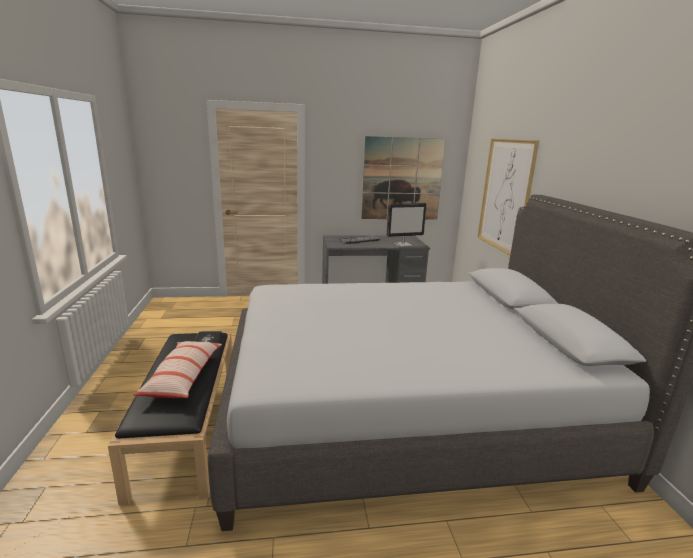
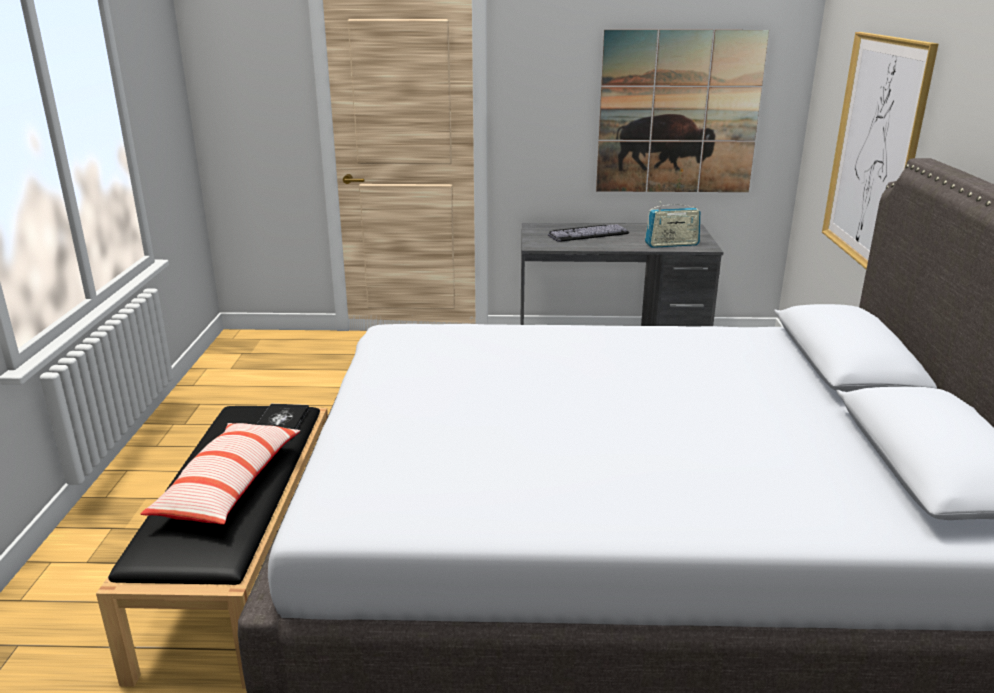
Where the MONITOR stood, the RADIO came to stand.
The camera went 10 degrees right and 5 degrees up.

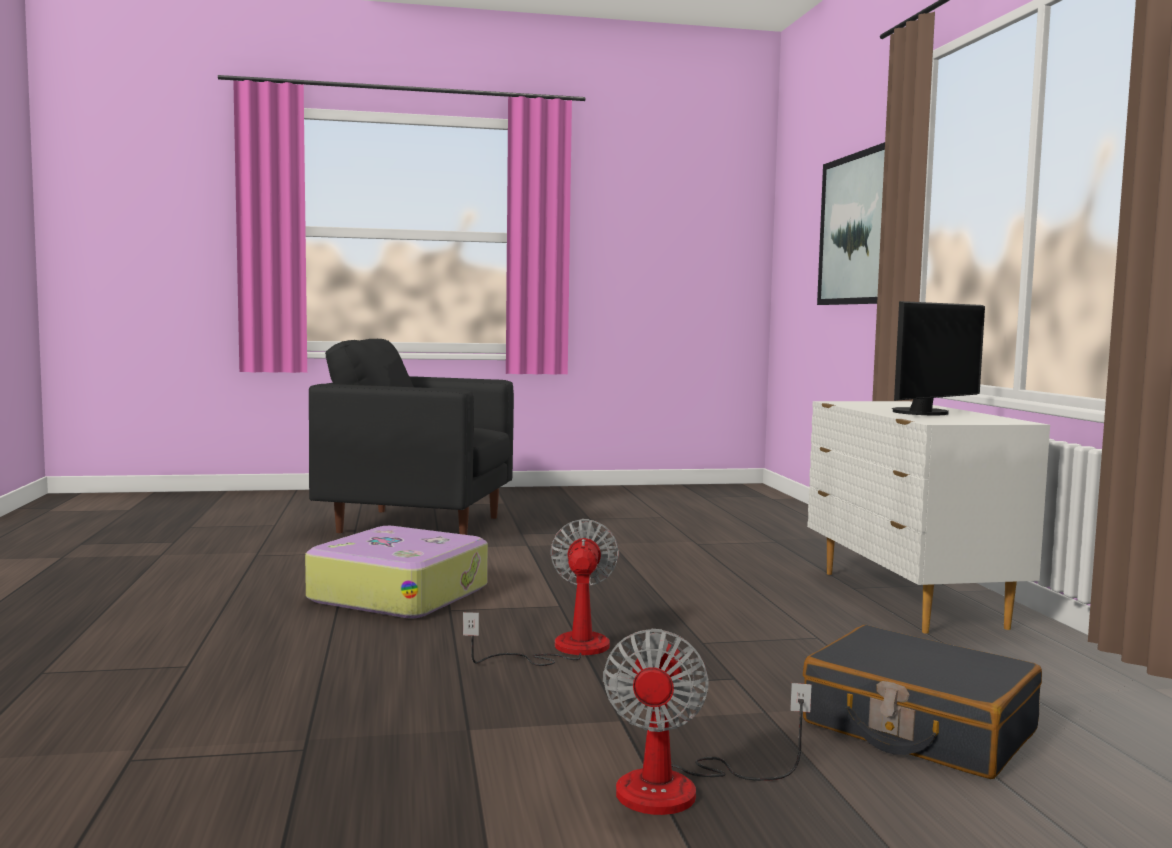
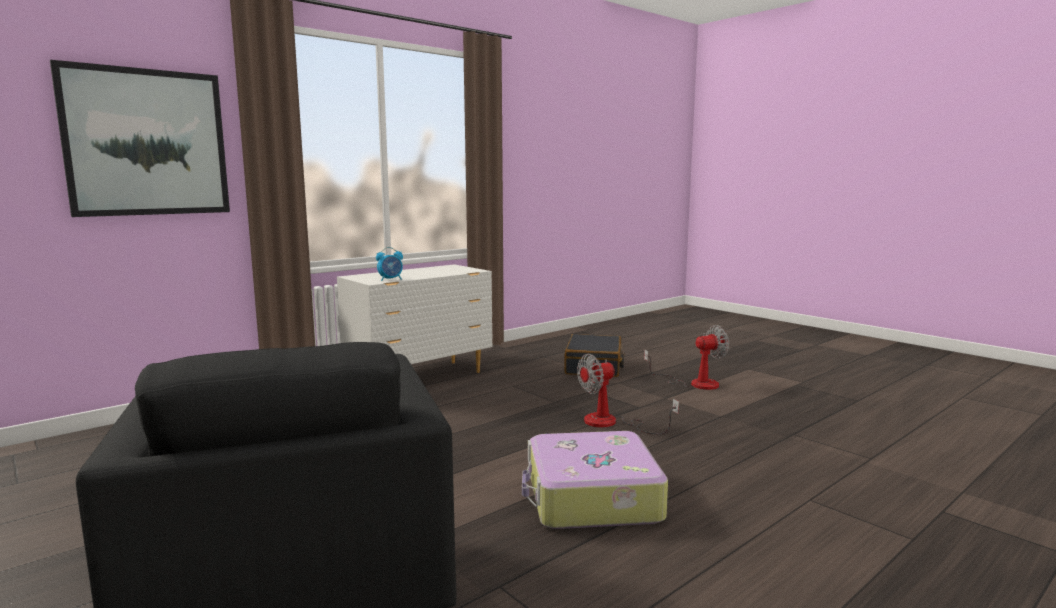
The second view lost the MONITOR.
The second view gained the ALARM CLOCK.
The camera went 120 degrees left and 5 degrees up.

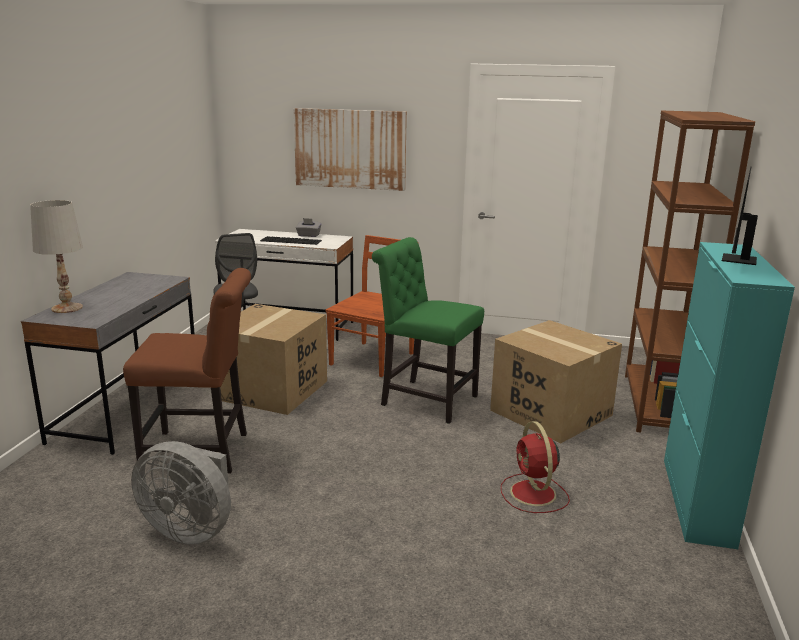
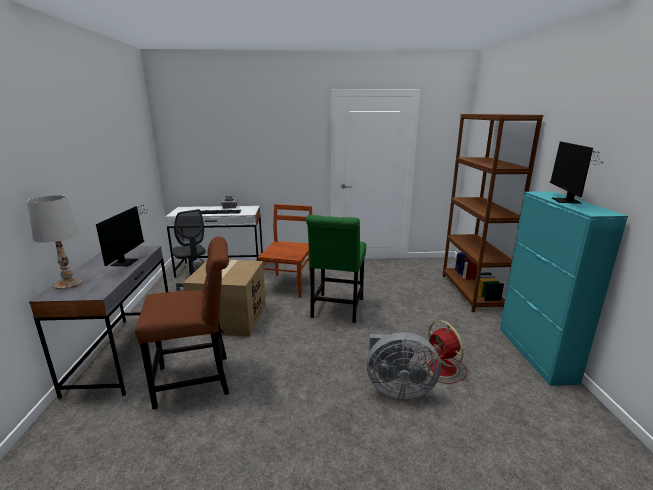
The second view lost the PICTURE.
The second view lost the CARDBOARD BOX (no. 2 from left).
The second view gained the MONITOR (no. 1 from left).
The GREY FAN ended up elsewhere.
The GREEN CHAIR ended up facing another way, 90 degrees counterclockwise from before.
The camera went 15 degrees left and 0 degrees up.

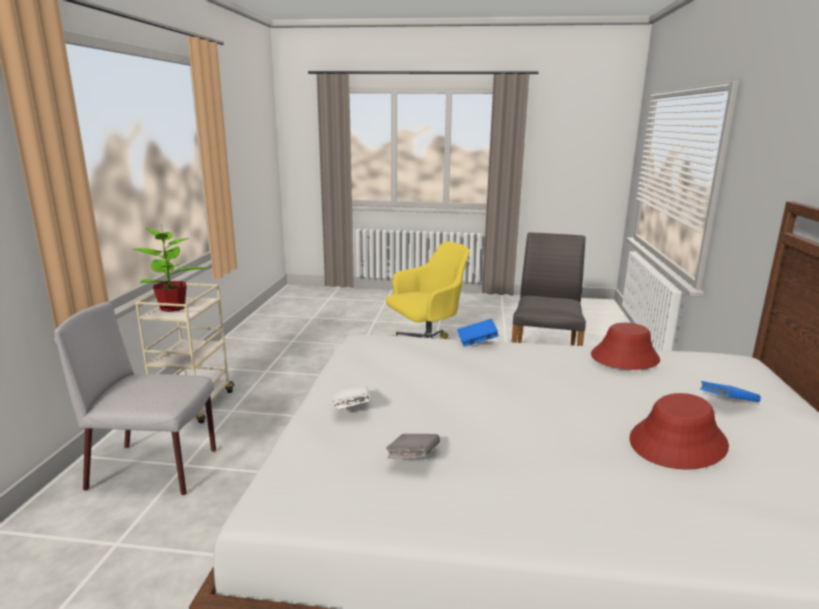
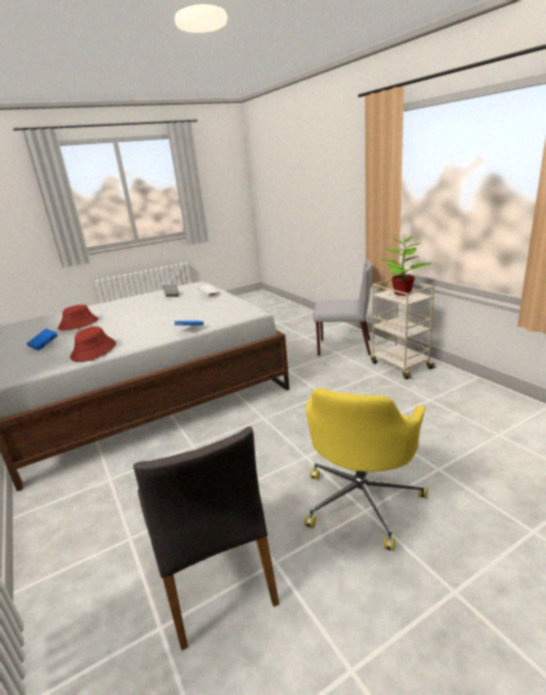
The GREY CHAIR (no. 1 from left in the first image) ended up facing another way, 45 degrees clockwise from before.
The camera went 145 degrees right and 5 degrees up.

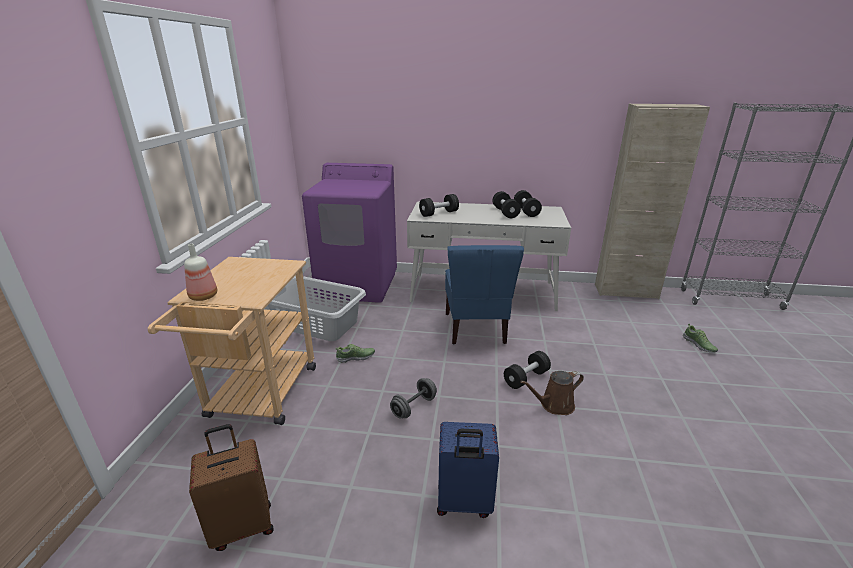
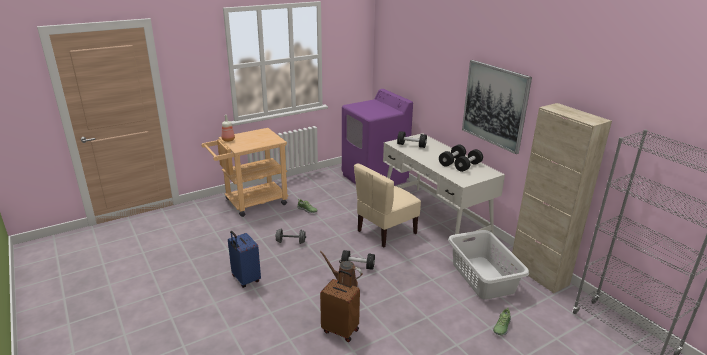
The second view gained the PICTURE.
The BROWN SUITCASE ended up elsewhere.
The GREY LAUNDRY BASKET ended up elsewhere.
What was the BLUE CHAIR turned into the BEIGE CHAIR.
The camera went 50 degrees right and 0 degrees up.

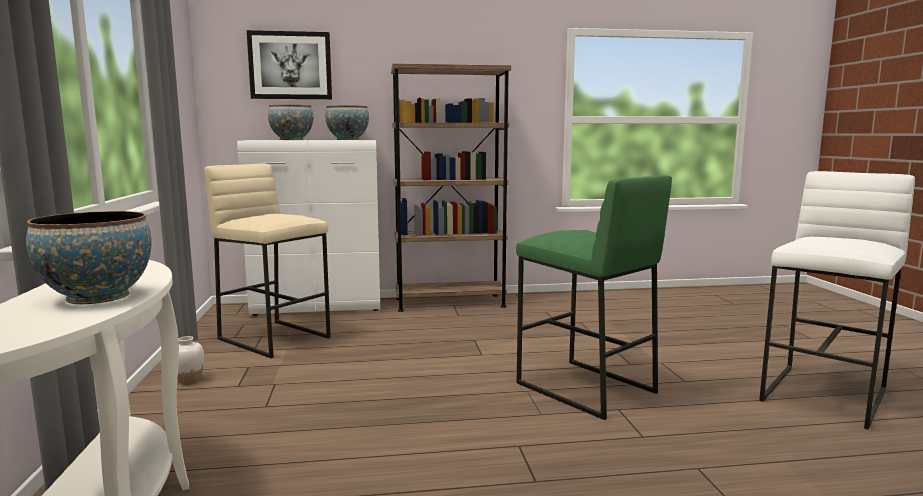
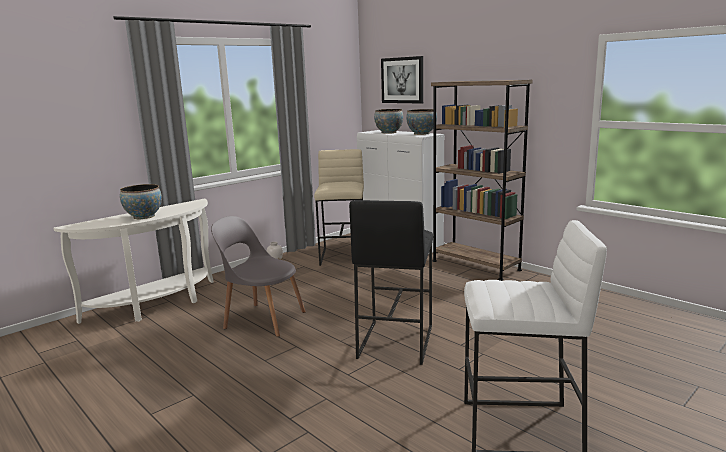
The second view gained the GREY CHAIR.
What was the GREEN STOOL turned into the BLACK STOOL.
The camera went 55 degrees right and 5 degrees up.

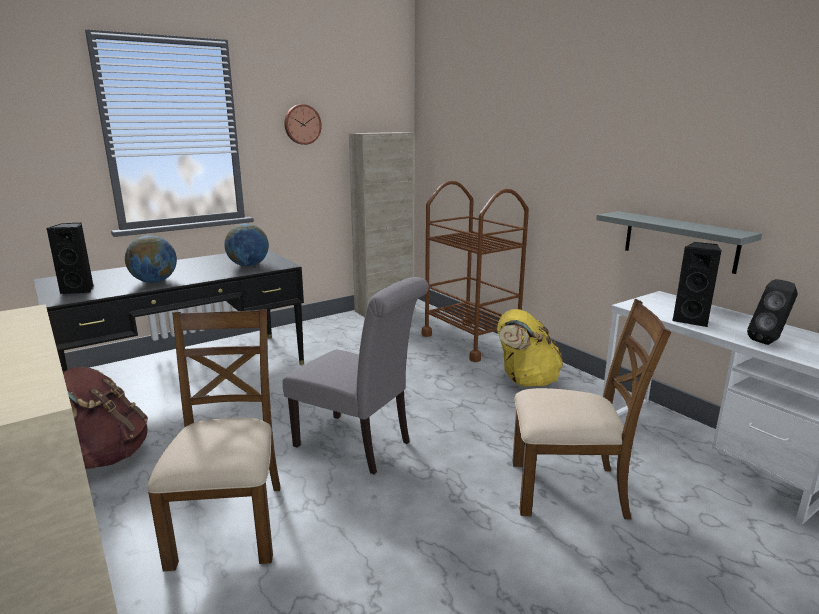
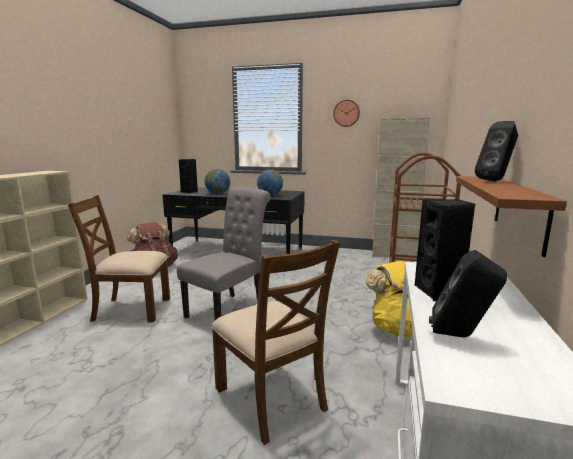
The second view gained the BLACK SPEAKER (no. 4 from left).
What was the GREY SHELF turned into the BROWN SHELF.
The BROWN CHAIR (no. 1 from left) ended up facing another way, 135 degrees counterclockwise from before.
The GREY CHAIR ended up facing another way, 135 degrees counterclockwise from before.
The camera went 50 degrees right and 5 degrees down.

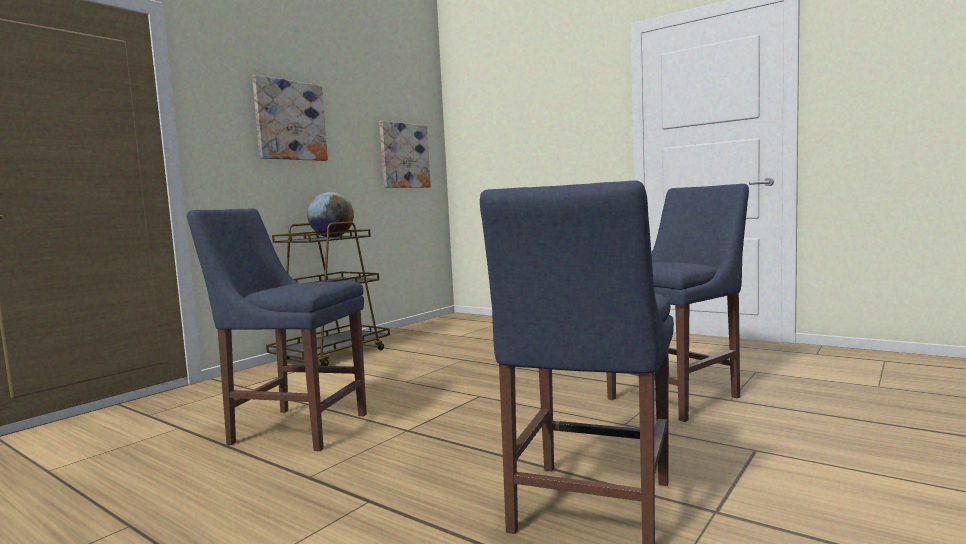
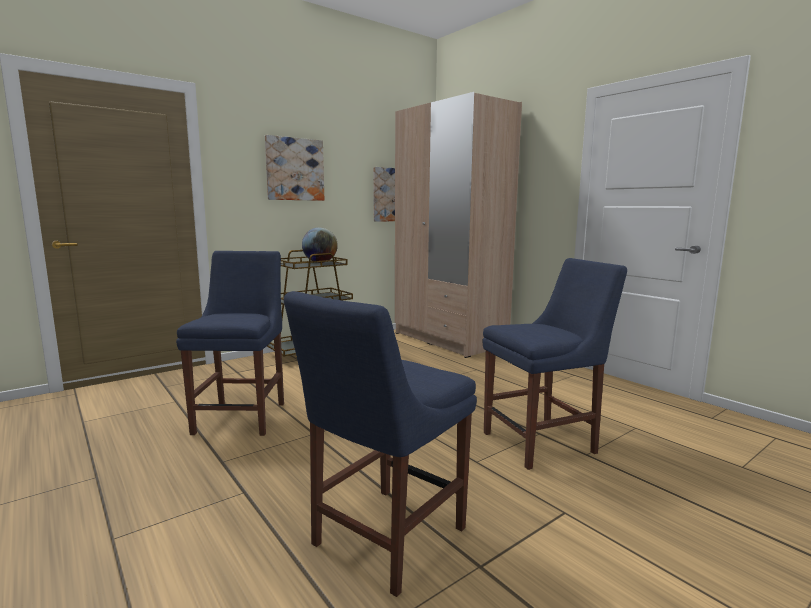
The second view gained the BEIGE WARDROBE.
The BLUE CHAIR (no. 1 from left) ended up facing another way, 60 degrees clockwise from before.
The camera went 15 degrees right and 5 degrees up.

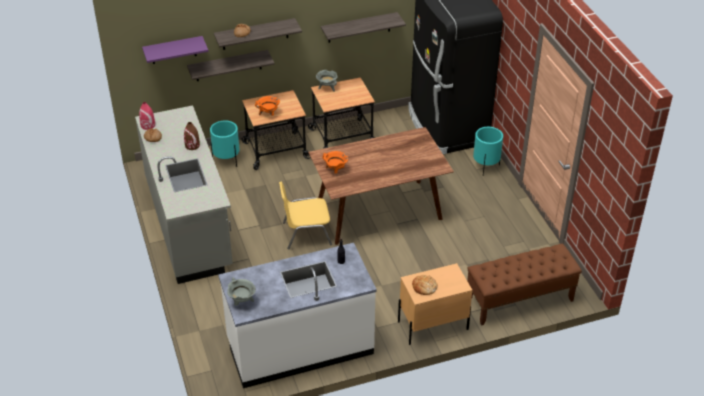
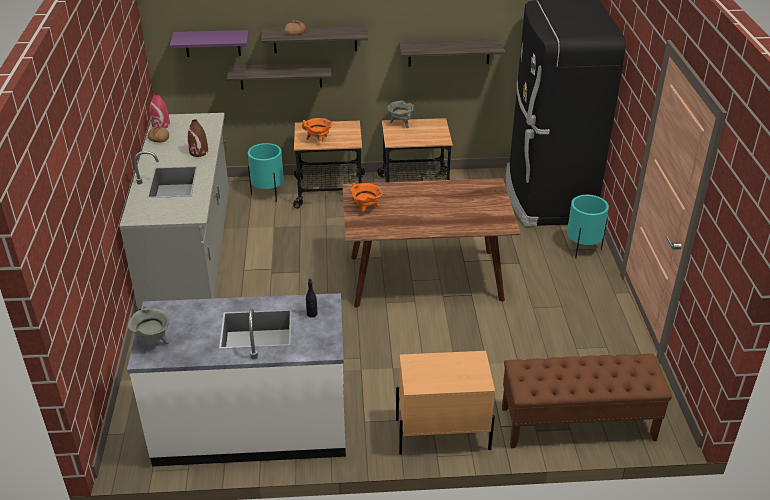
The second view lost the YELLOW CHAIR.
The second view lost the BREAD (no. 3 from left).
The camera went 15 degrees right and 5 degrees down.

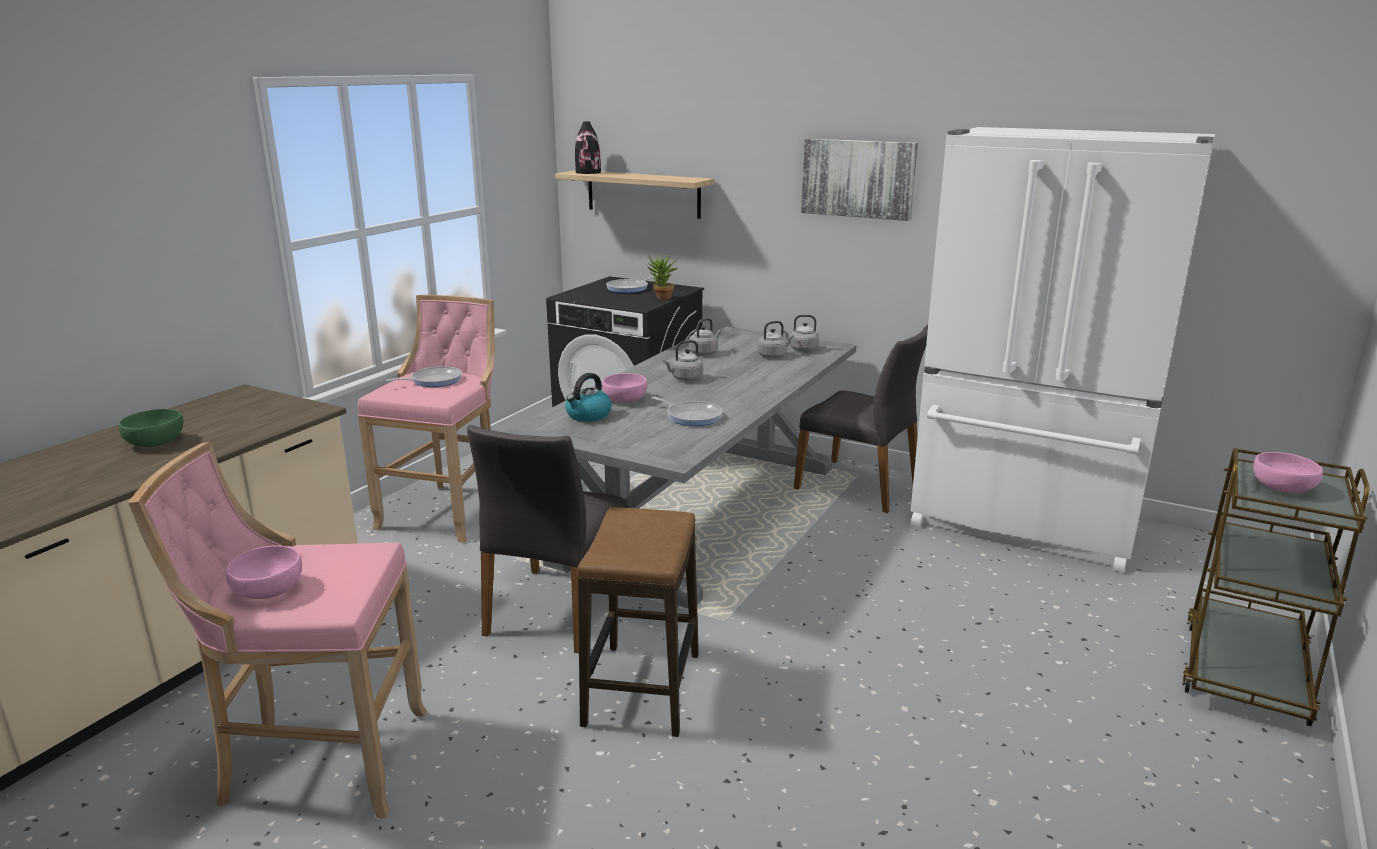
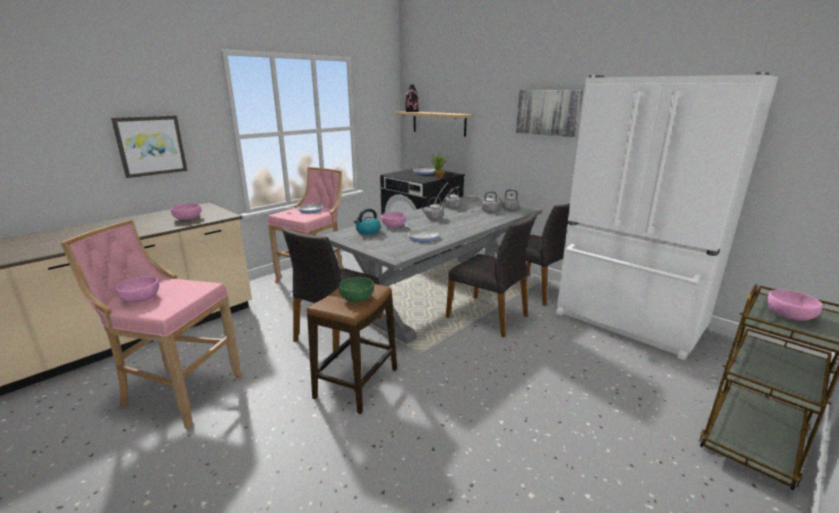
The second view gained the PICTURE (no. 1 from left).
The second view gained the PINK BOWL (no. 2 from left).
The second view gained the GREY CHAIR (no. 2 from left).
The GREEN BOWL ended up elsewhere.
The camera went 15 degrees right and 0 degrees up.

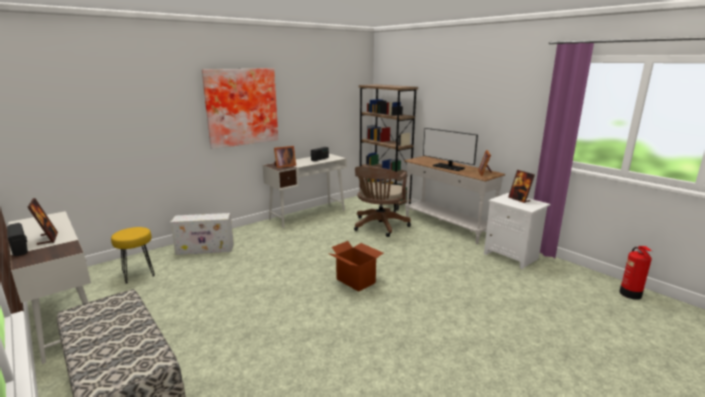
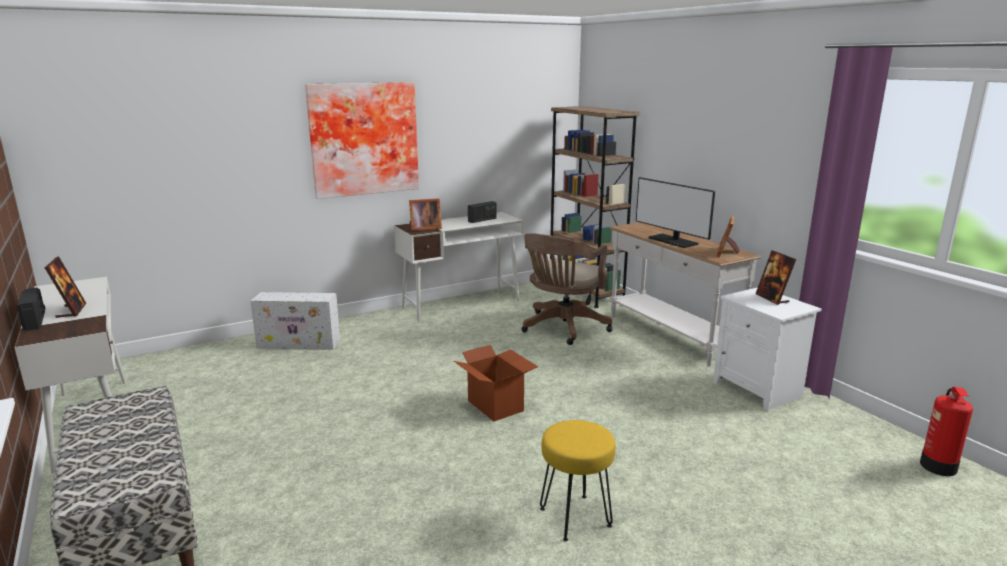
The YELLOW STOOL ended up elsewhere.
The camera went 10 degrees right and 0 degrees up.

